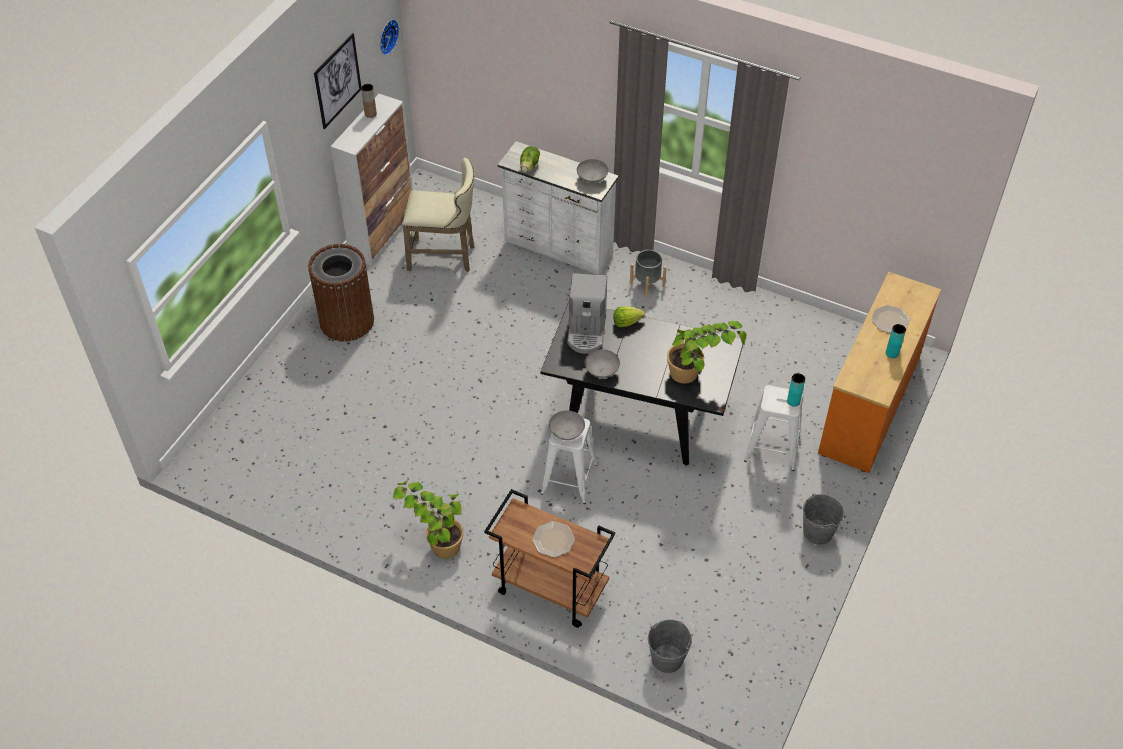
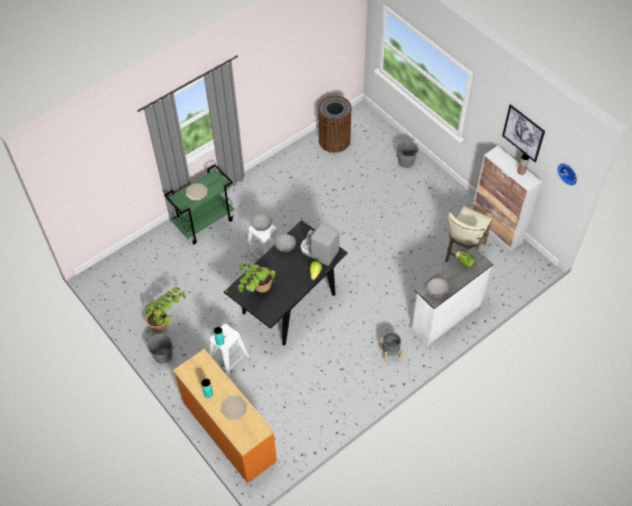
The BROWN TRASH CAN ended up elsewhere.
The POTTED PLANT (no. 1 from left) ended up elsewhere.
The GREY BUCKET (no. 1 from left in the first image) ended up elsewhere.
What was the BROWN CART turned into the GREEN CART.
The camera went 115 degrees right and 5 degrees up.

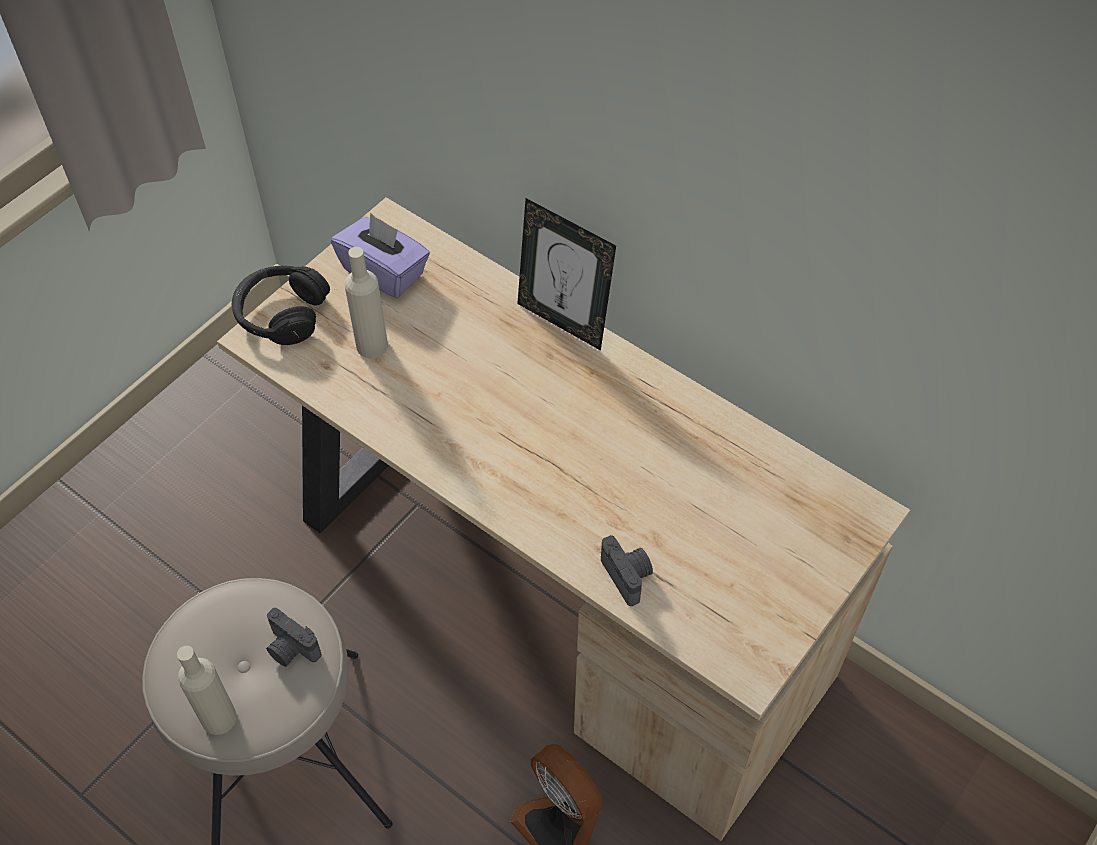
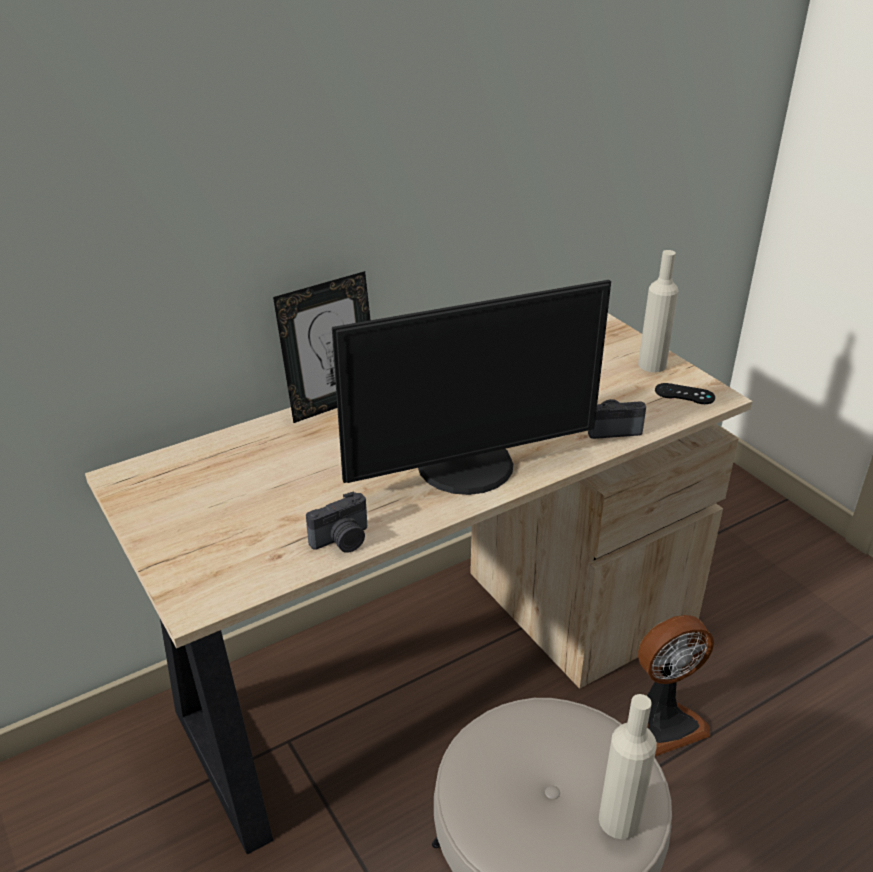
The second view lost the BLACK HEADPHONES.
The second view lost the PURPLE TISSUE BOX.
The second view gained the MONITOR.
The second view gained the BLACK GAME CONTROLLER.
The PHOTO CAMERA (no. 1 from left) ended up elsewhere.
The BEIGE BOTTLE (no. 2 from left) ended up elsewhere.
The camera went 70 degrees left and 20 degrees down.

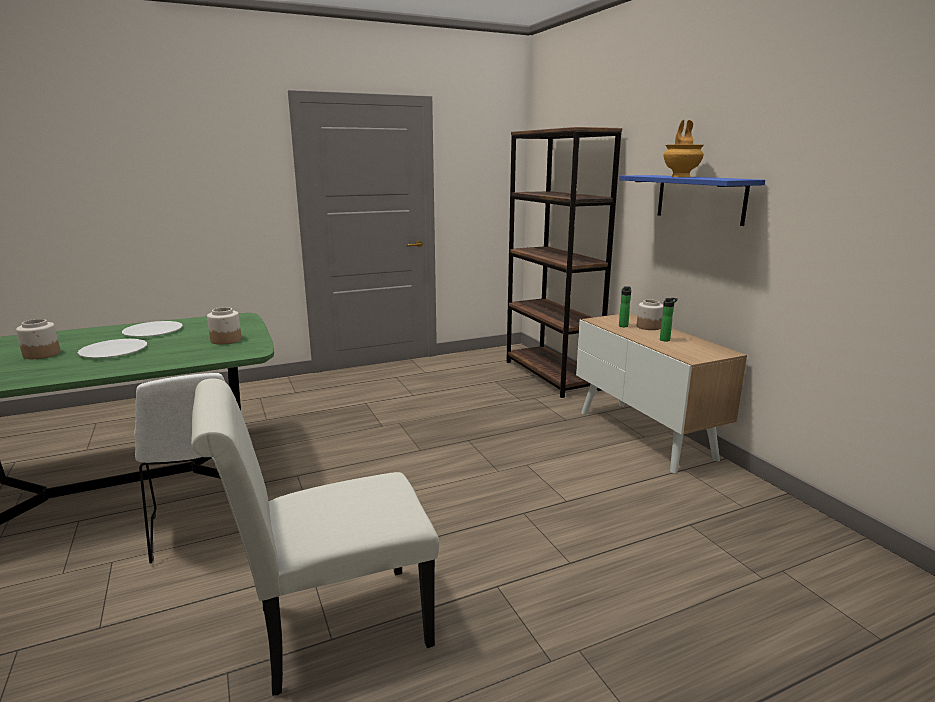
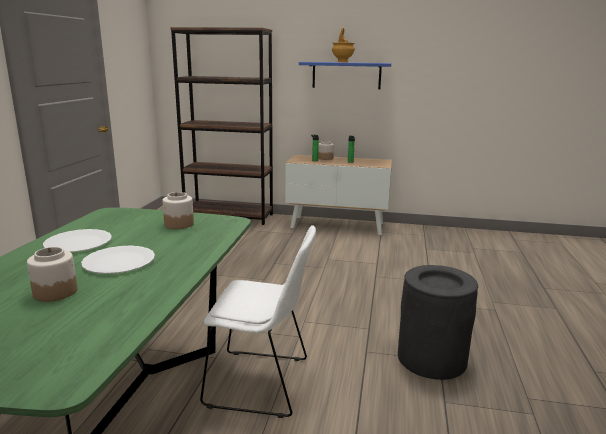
Where the WHITE CHAIR (no. 2 from left) stood, the BLACK TRASH CAN came to stand.
The camera went 55 degrees left and 0 degrees up.

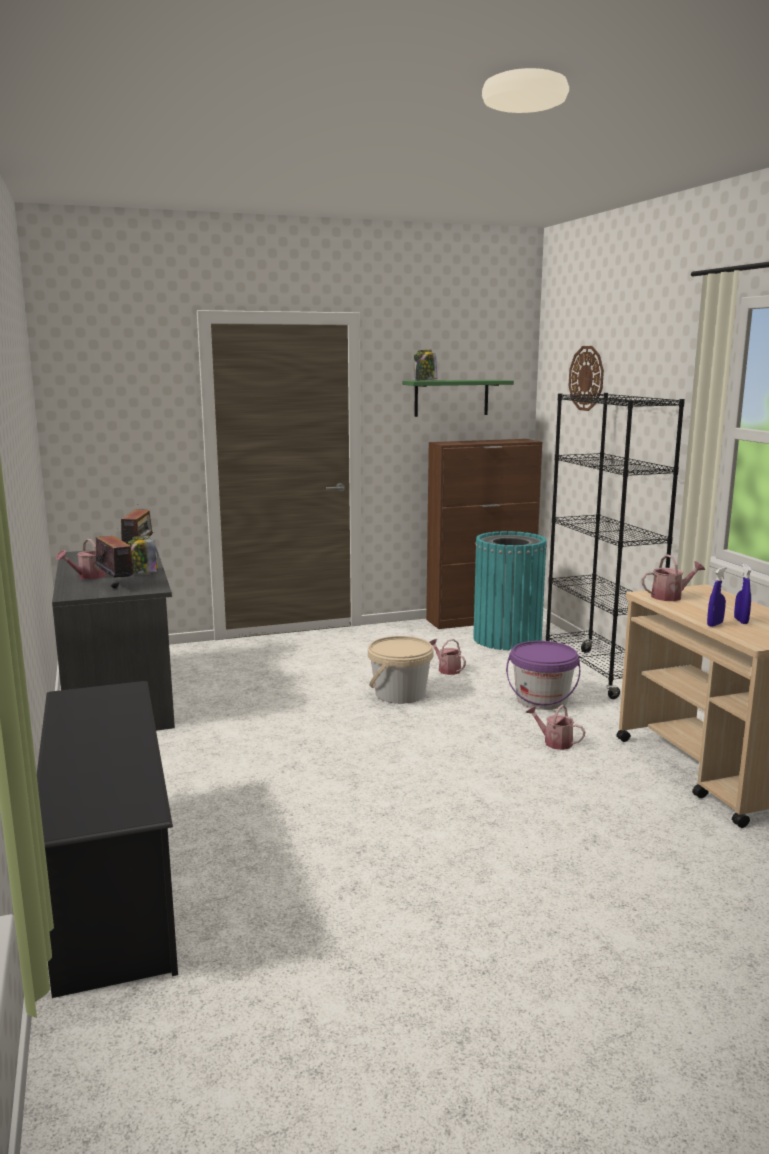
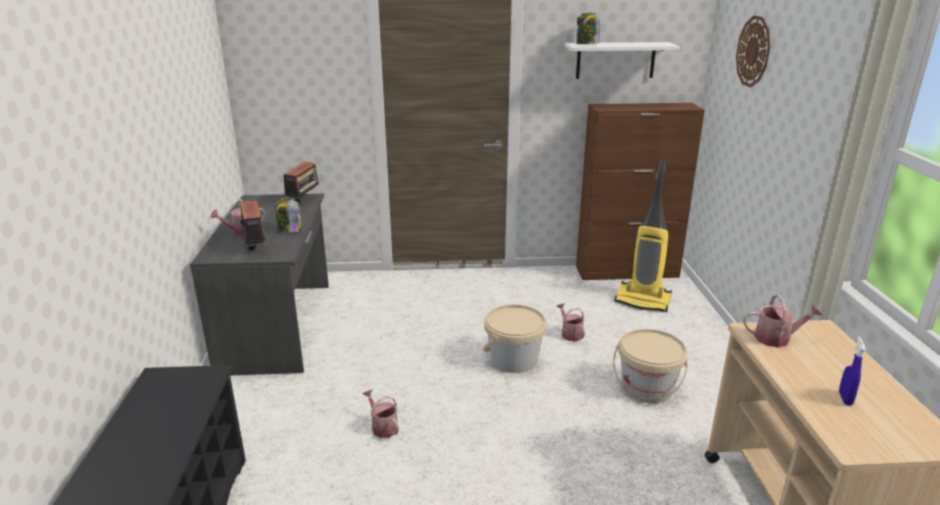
The second view lost the BLACK BOOKCASE.
The second view lost the BLUE SPRAY BOTTLE (no. 1 from left).
The WATERING CAN (no. 3 from left in the first image) ended up elsewhere.
Where the TURQUOISE TRASH CAN stood, the VACUUM CLEANER came to stand.
What was the GREEN SHELF turned into the WHITE SHELF.
What was the PURPLE BUCKET turned into the BEIGE BUCKET (no. 2 from left).
The camera went 15 degrees right and 10 degrees up.

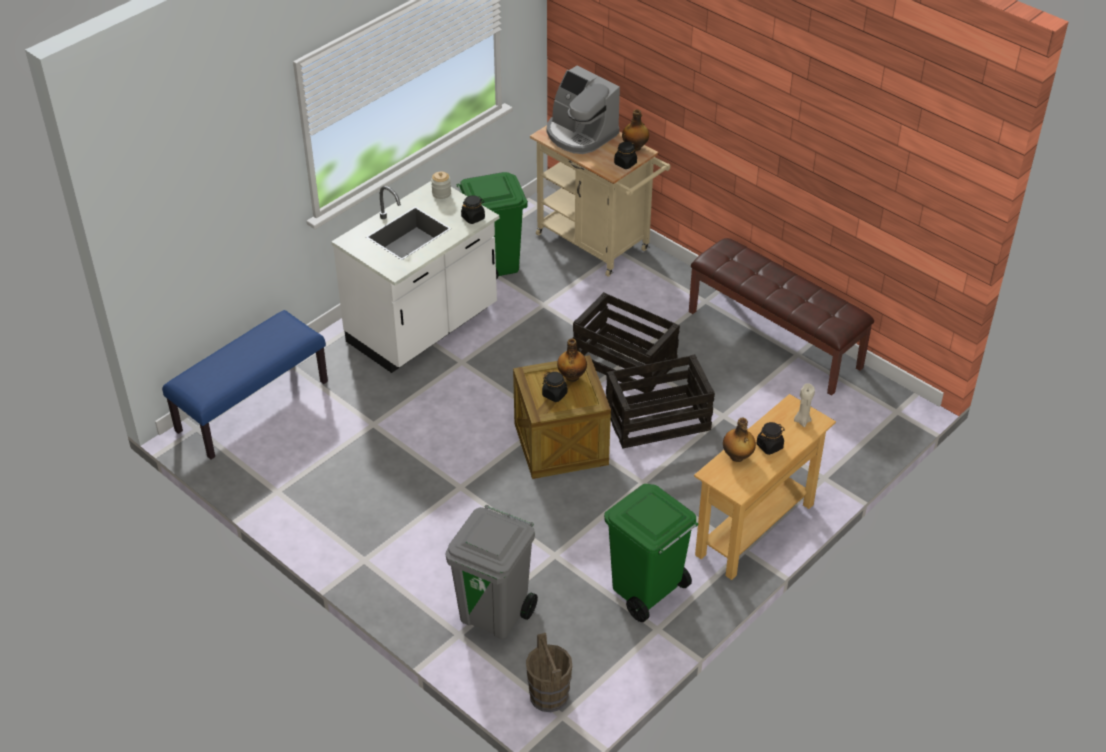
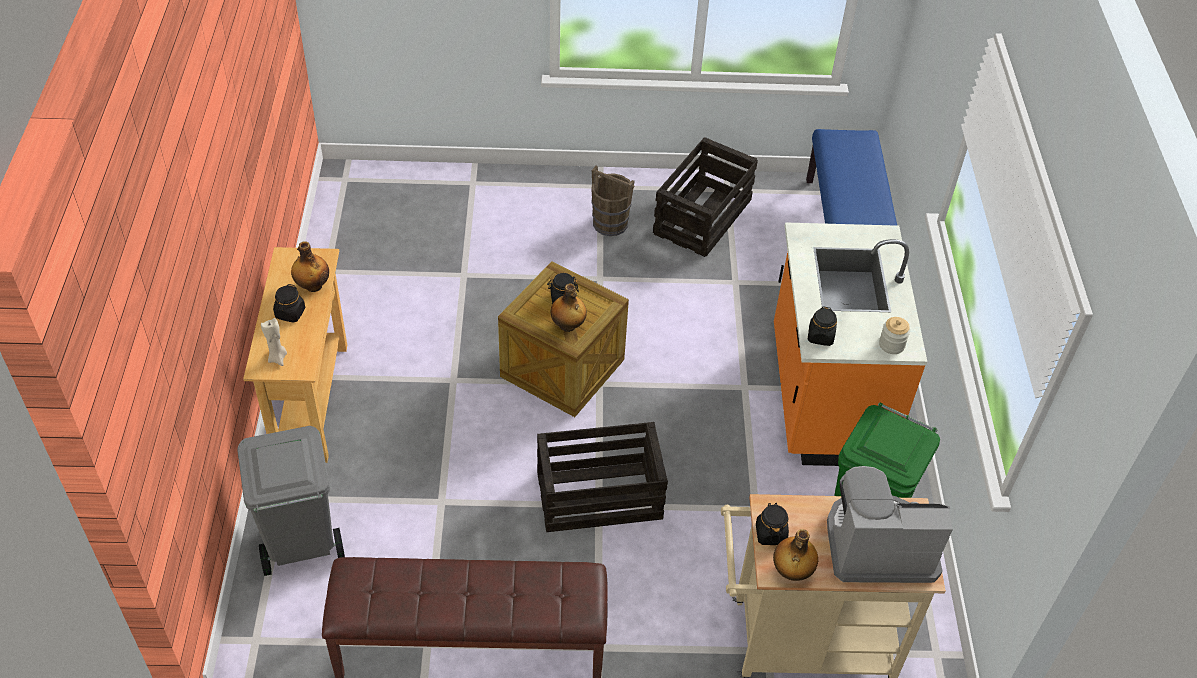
The second view lost the GREEN TRASH CAN (no. 2 from left).
The GREY TRASH CAN ended up elsewhere.
The BROWN BUCKET ended up elsewhere.
The CRATE (no. 3 from left) ended up elsewhere.
What was the WHITE COUNTER turned into the ORANGE COUNTER.
The camera went 135 degrees right and 5 degrees up.

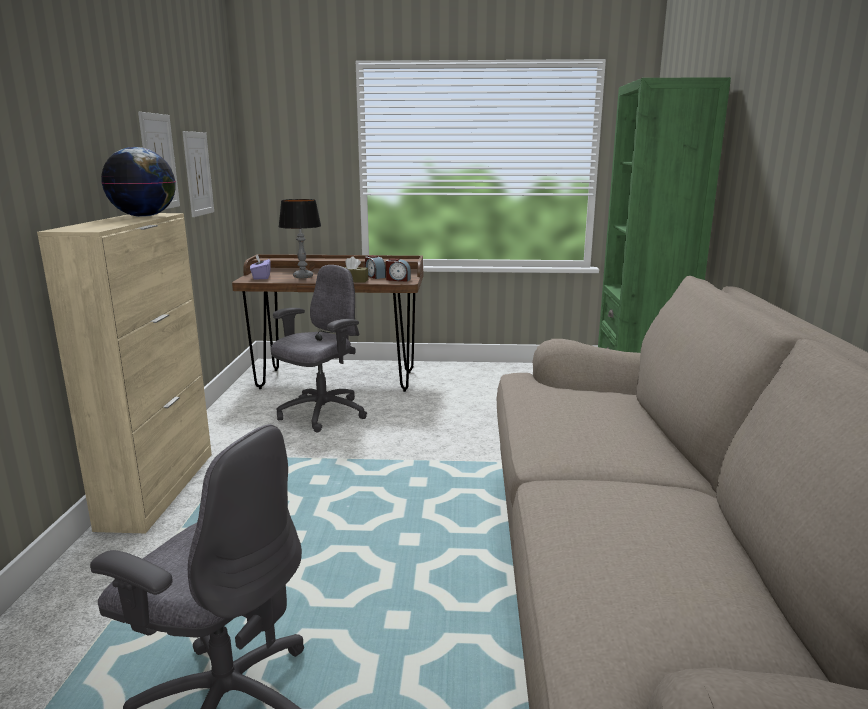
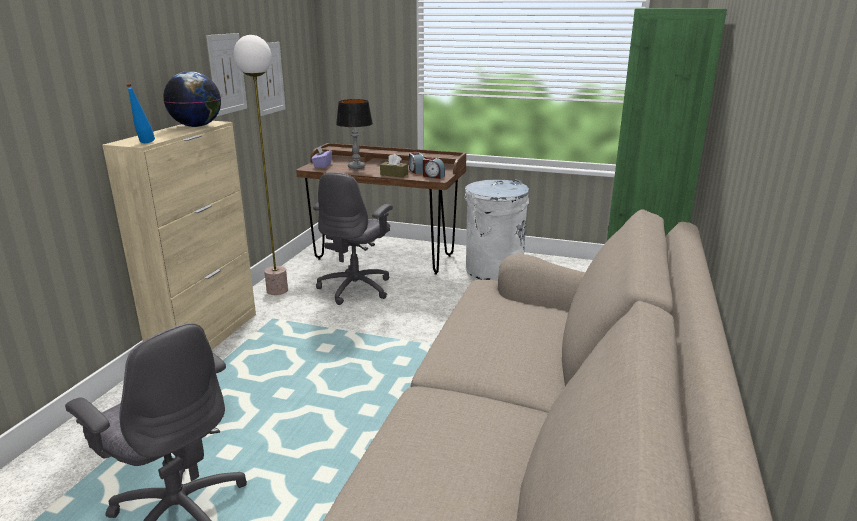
The second view gained the BLUE BOTTLE.
The second view gained the FLOOR LAMP.
The second view gained the WHITE TRASH CAN.
The GREY OFFICE CHAIR (no. 2 from left) ended up facing another way, 150 degrees clockwise from before.
The camera went 15 degrees right and 5 degrees up.

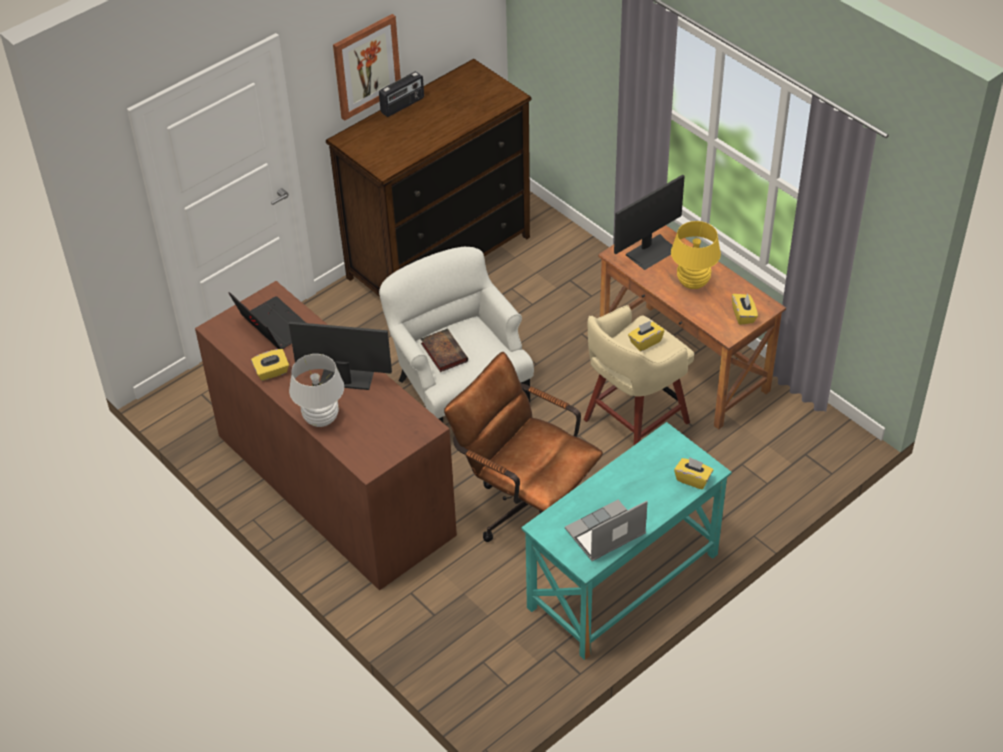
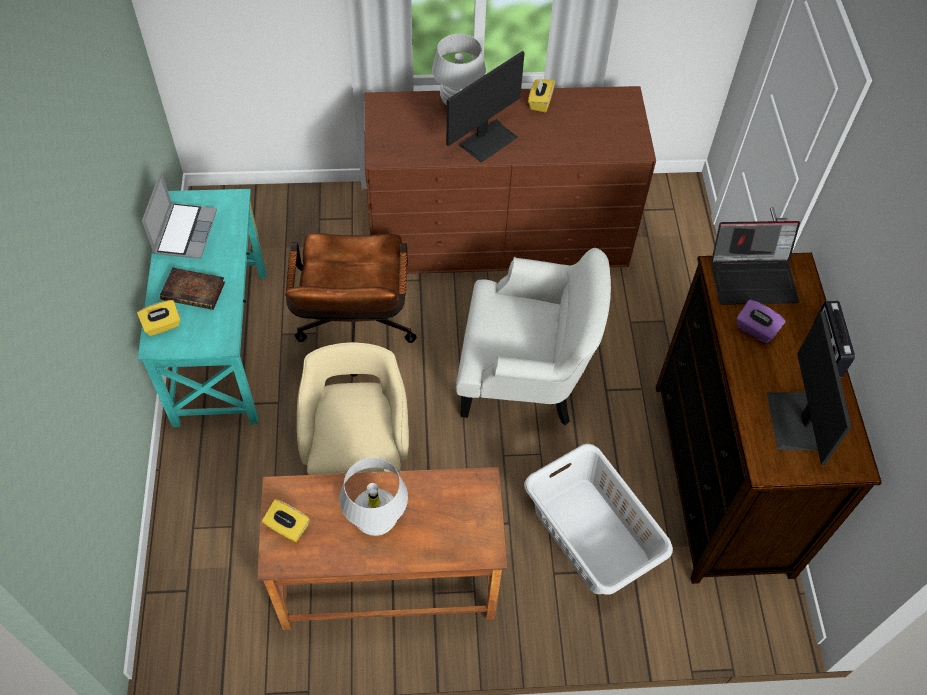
The second view lost the PICTURE.
The second view lost the YELLOW TISSUE BOX (no. 2 from left).
The second view gained the GREY LAUNDRY BASKET.
The second view gained the PURPLE TISSUE BOX.
The LAPTOP (no. 1 from left in the first image) ended up elsewhere.
The BOOK ended up elsewhere.
The MONITOR (no. 2 from left) ended up elsewhere.
What was the YELLOW TABLE LAMP turned into the WHITE TABLE LAMP (no. 1 from left).
The BROWN OFFICE CHAIR ended up facing another way, 105 degrees clockwise from before.
The camera went 125 degrees right and 10 degrees up.

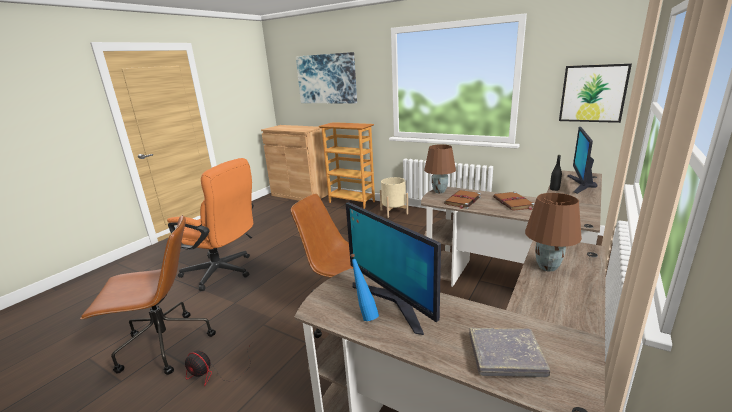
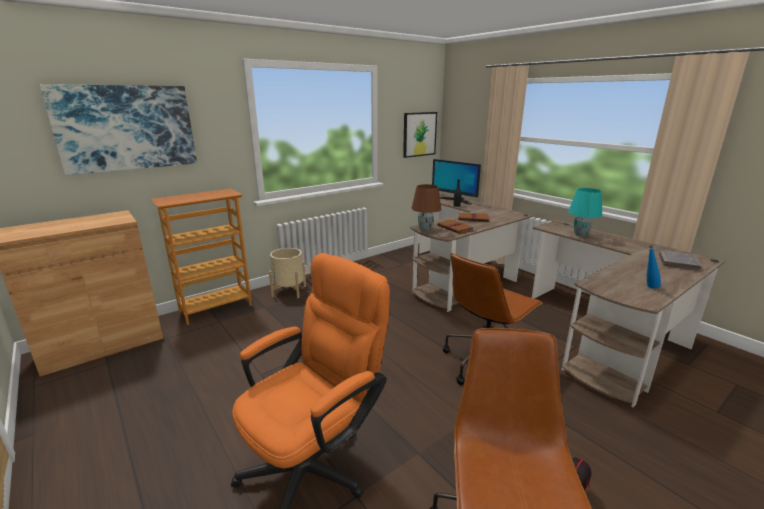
The second view lost the MONITOR (no. 1 from left).
What was the BROWN TABLE LAMP (no. 2 from left) turned into the TURQUOISE TABLE LAMP.
The camera went 70 degrees left and 0 degrees up.

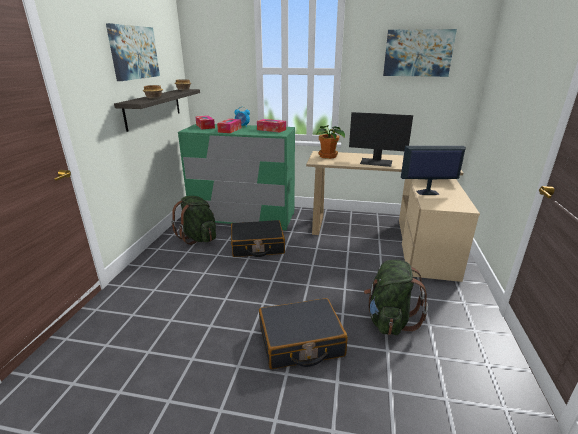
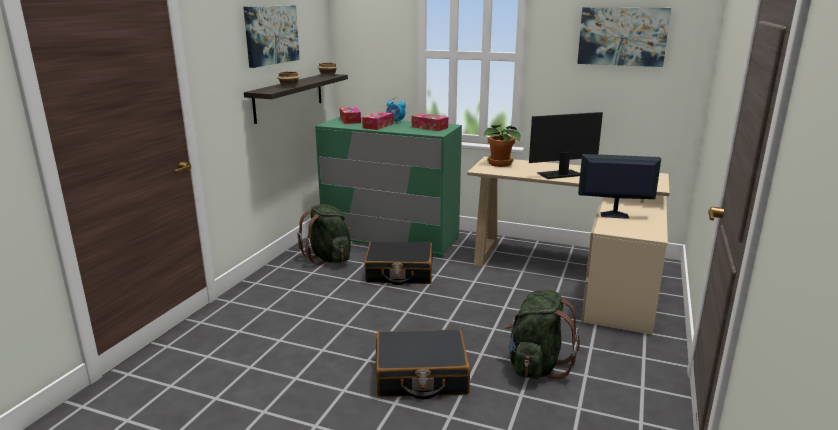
The MONITOR (no. 1 from left) ended up facing another way, 135 degrees clockwise from before.
The camera went 10 degrees right and 5 degrees down.

